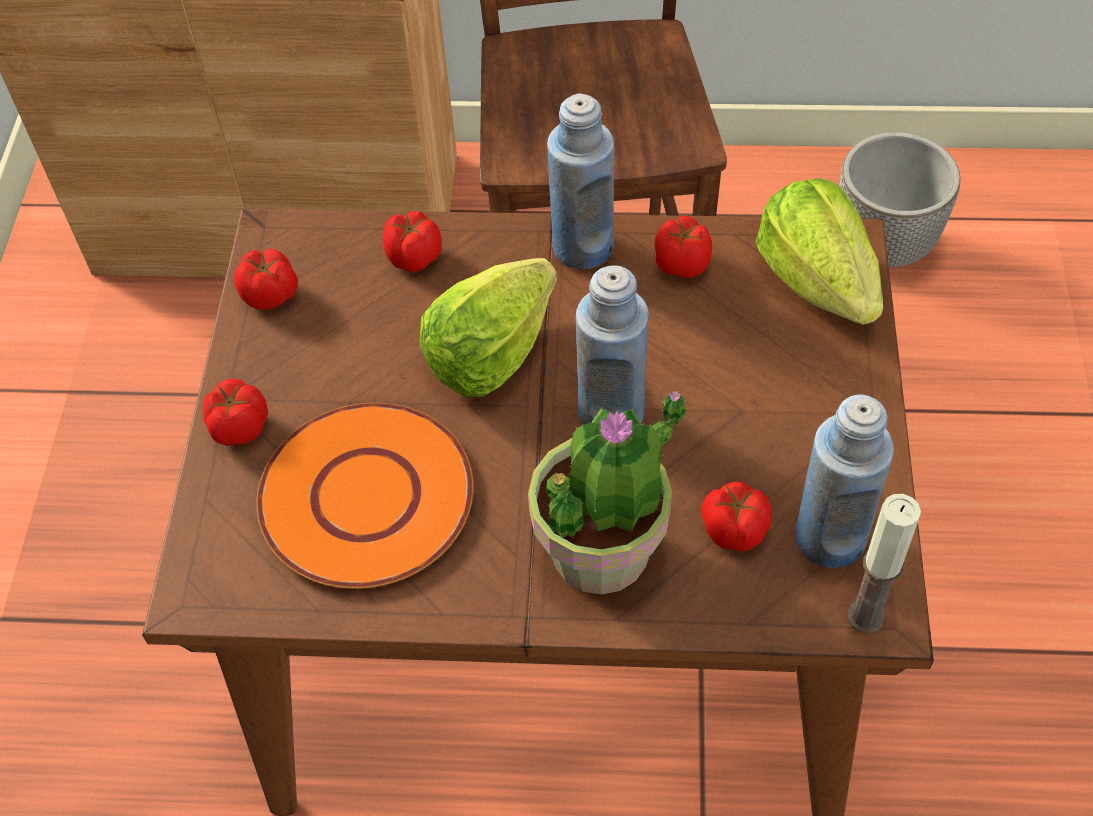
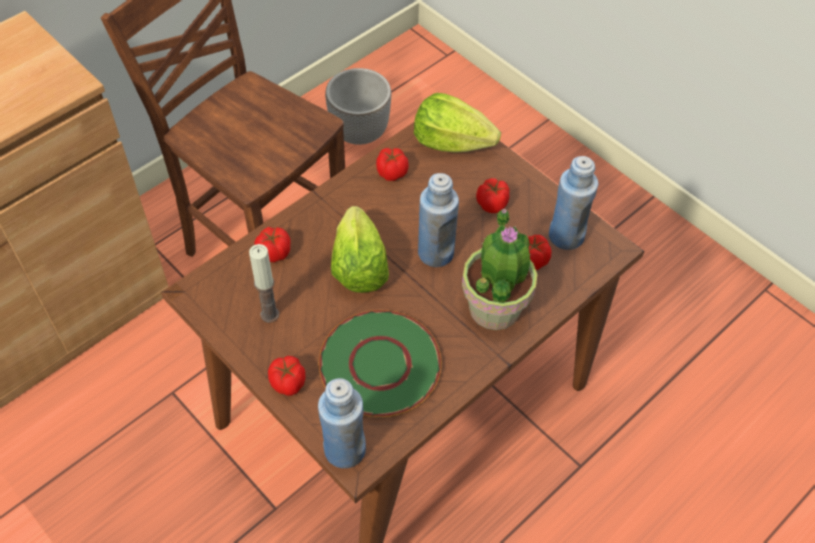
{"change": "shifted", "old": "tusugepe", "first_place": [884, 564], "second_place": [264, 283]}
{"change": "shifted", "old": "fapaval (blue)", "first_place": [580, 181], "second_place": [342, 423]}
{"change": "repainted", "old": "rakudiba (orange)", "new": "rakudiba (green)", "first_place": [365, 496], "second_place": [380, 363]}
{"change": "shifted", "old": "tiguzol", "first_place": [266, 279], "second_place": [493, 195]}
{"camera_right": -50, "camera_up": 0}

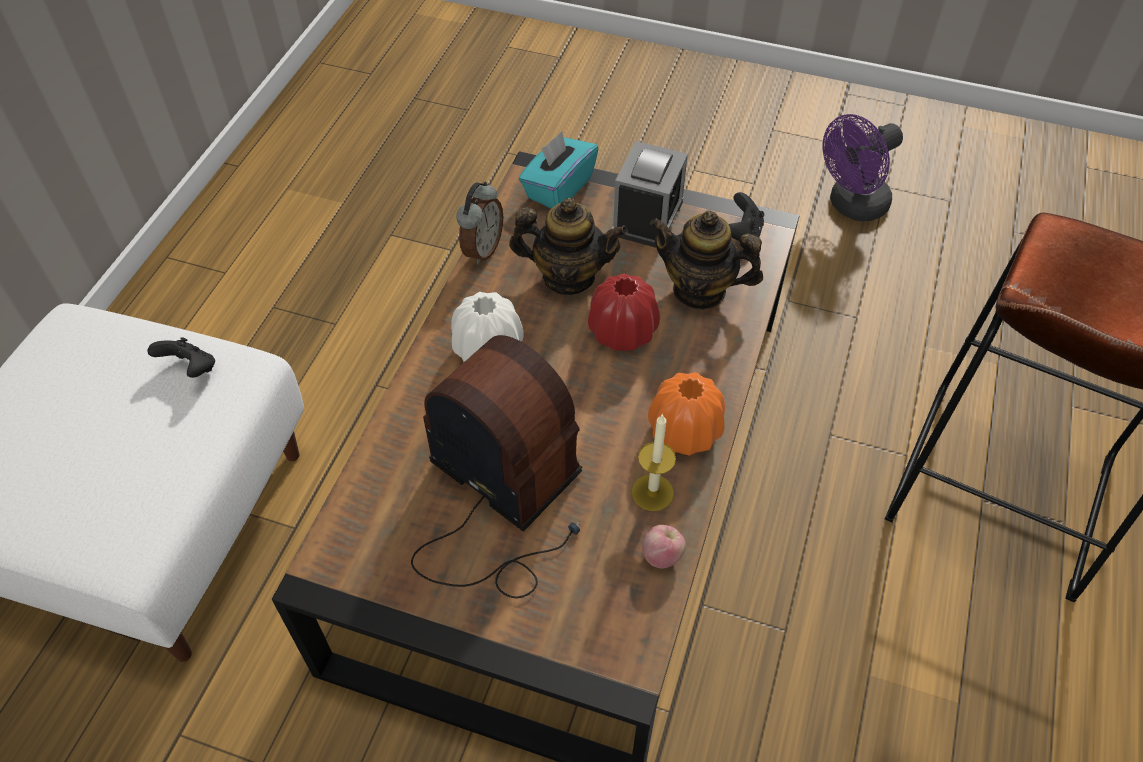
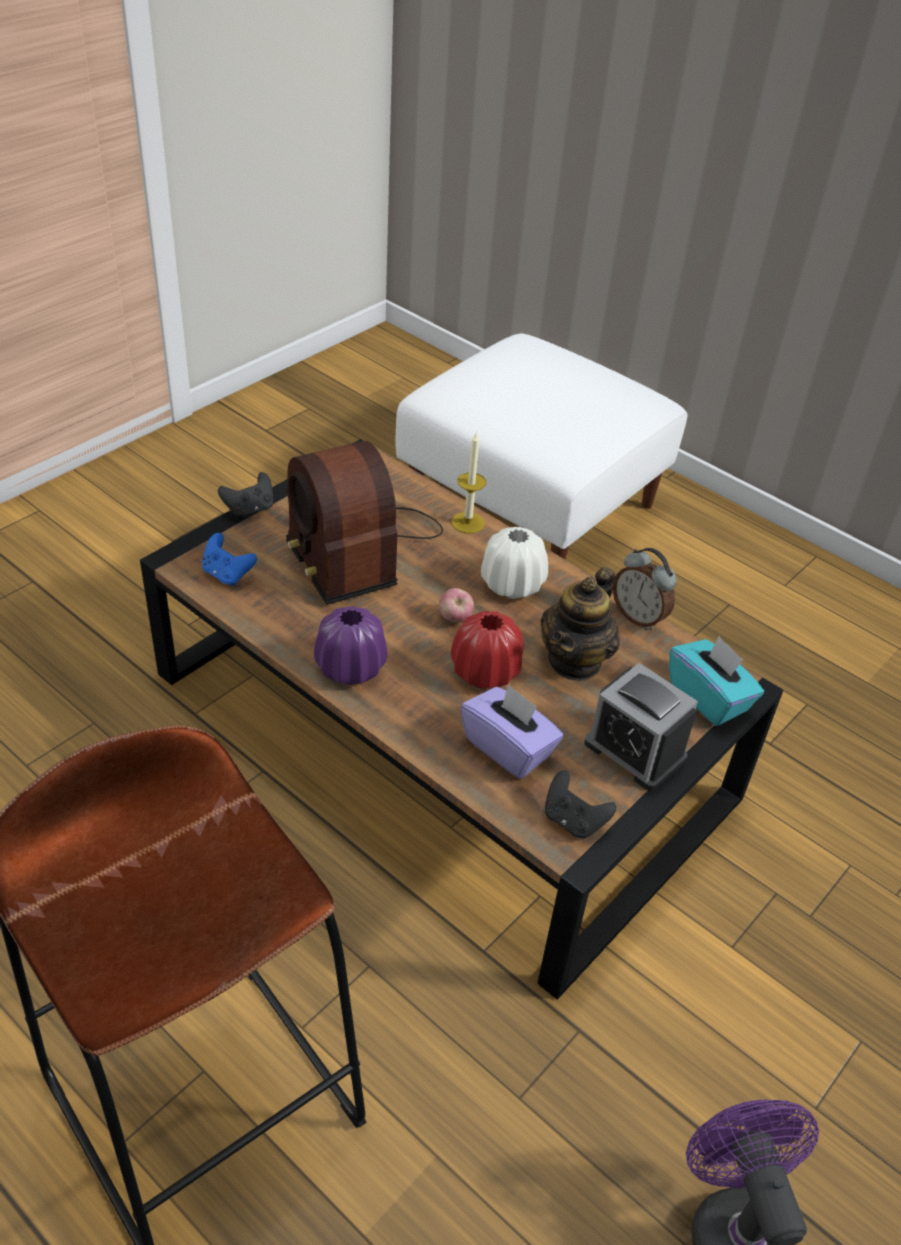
{"change": "new", "new": "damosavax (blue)", "second_place": [229, 559]}
{"change": "shifted", "old": "damosavax (black)", "first_place": [181, 357], "second_place": [245, 495]}
{"change": "rotated", "old": "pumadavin", "first_place": [496, 466], "second_place": [364, 523], "degrees": 90}
{"change": "repainted", "old": "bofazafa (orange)", "new": "bofazafa (purple)", "first_place": [686, 414], "second_place": [350, 645]}
{"change": "shifted", "old": "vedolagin", "first_place": [664, 546], "second_place": [456, 605]}
{"change": "shifted", "old": "tusugepe", "first_place": [654, 462], "second_place": [468, 483]}
{"change": "swapped", "old": "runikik", "new": "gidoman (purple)", "first_place": [706, 260], "second_place": [512, 731]}
{"camera_right": 110, "camera_up": -10}

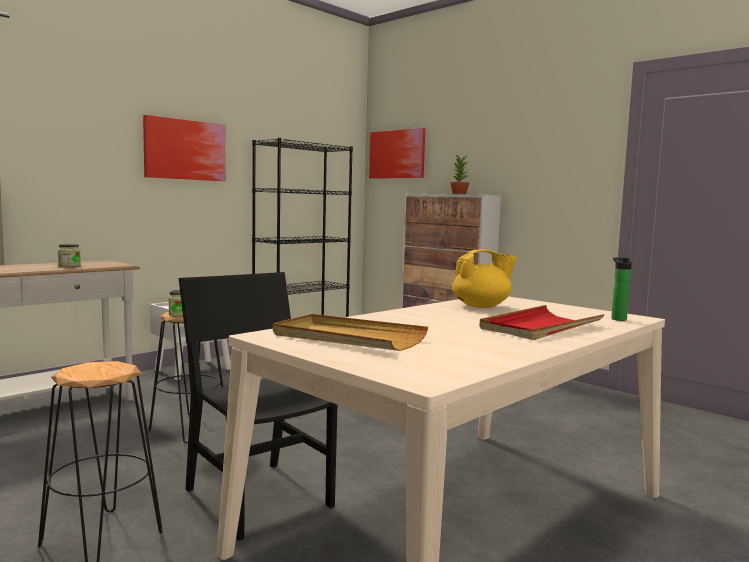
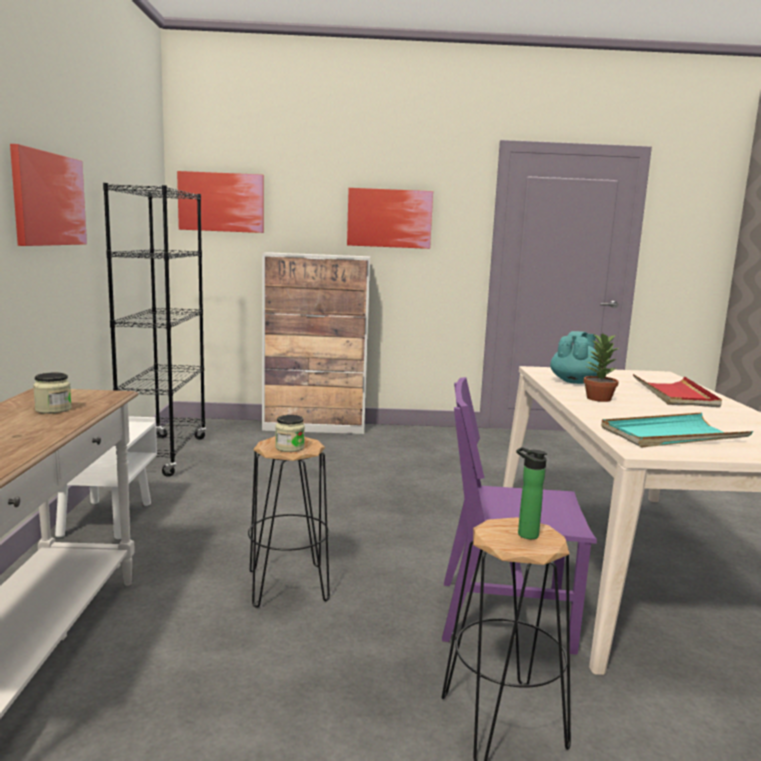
{"change": "new", "new": "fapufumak", "second_place": [390, 218]}
{"change": "repainted", "old": "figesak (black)", "new": "figesak (purple)", "first_place": [258, 406], "second_place": [519, 516]}
{"change": "shifted", "old": "fapaval", "first_place": [621, 289], "second_place": [531, 493]}
{"change": "repainted", "old": "runikik (yellow)", "new": "runikik (turquoise)", "first_place": [484, 278], "second_place": [574, 357]}
{"change": "shifted", "old": "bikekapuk", "first_place": [459, 174], "second_place": [601, 367]}
{"change": "repainted", "old": "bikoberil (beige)", "new": "bikoberil (turquoise)", "first_place": [350, 332], "second_place": [677, 430]}
{"camera_right": -45, "camera_up": 5}

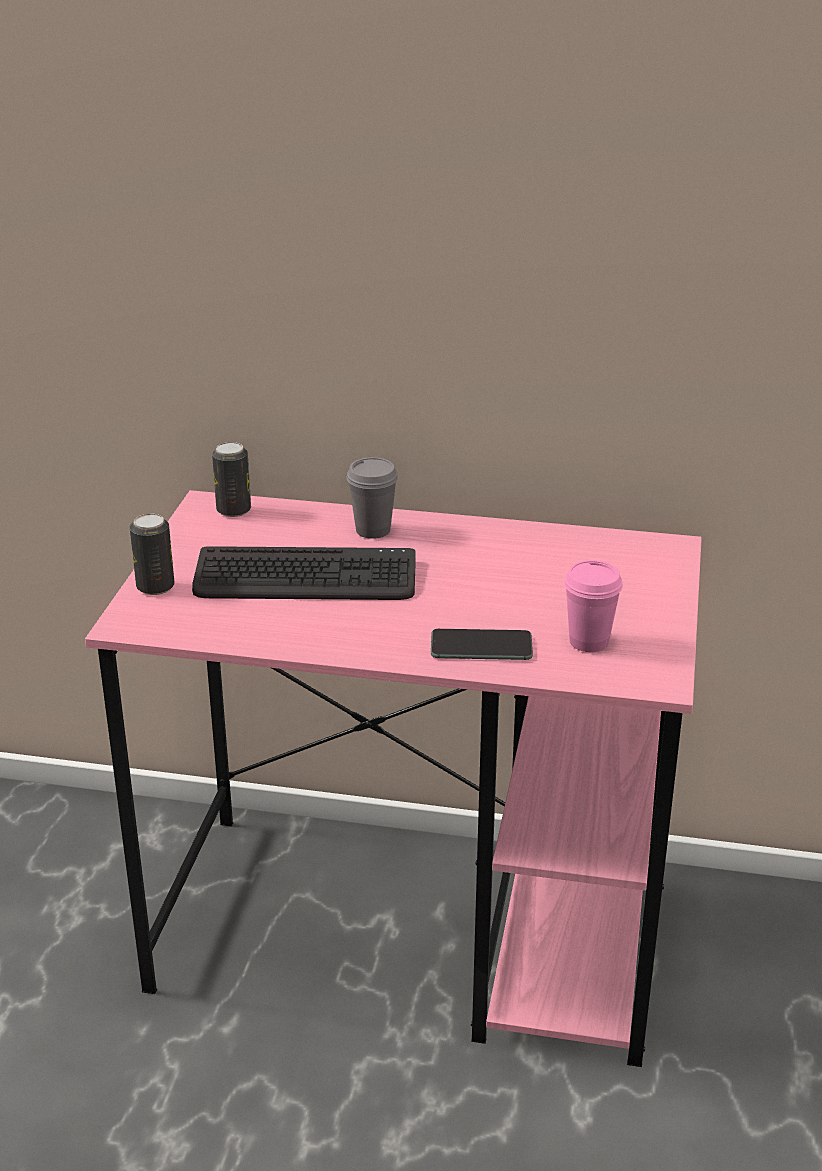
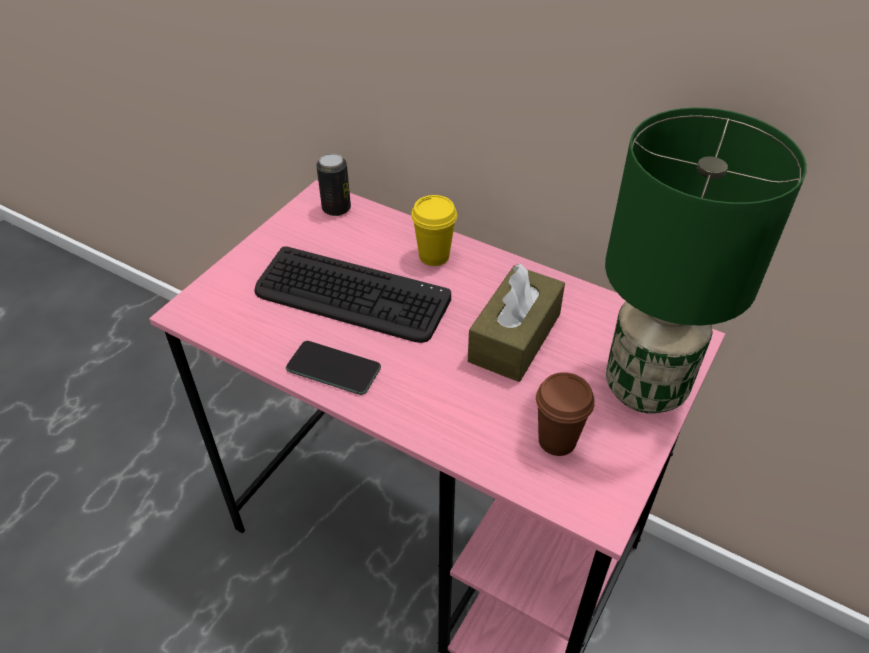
{"change": "shifted", "old": "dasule", "first_place": [482, 644], "second_place": [333, 368]}
{"change": "repainted", "old": "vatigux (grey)", "new": "vatigux (yellow)", "first_place": [372, 498], "second_place": [434, 230]}
{"change": "new", "new": "gidoman (brown)", "second_place": [516, 323]}
{"change": "repainted", "old": "vatigux (pink)", "new": "vatigux (brown)", "first_place": [593, 606], "second_place": [565, 414]}
{"change": "new", "new": "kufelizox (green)", "second_place": [706, 261]}
{"change": "gone", "old": "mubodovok", "first_place": [152, 554]}
{"camera_right": 20, "camera_up": 15}

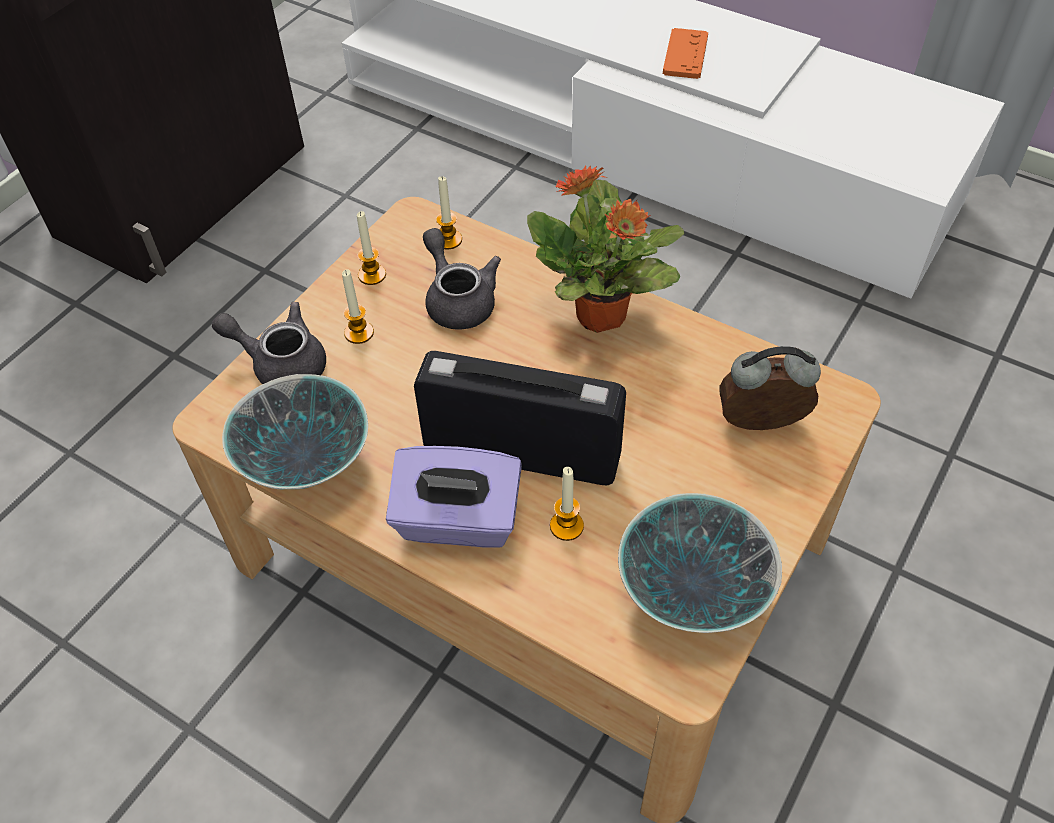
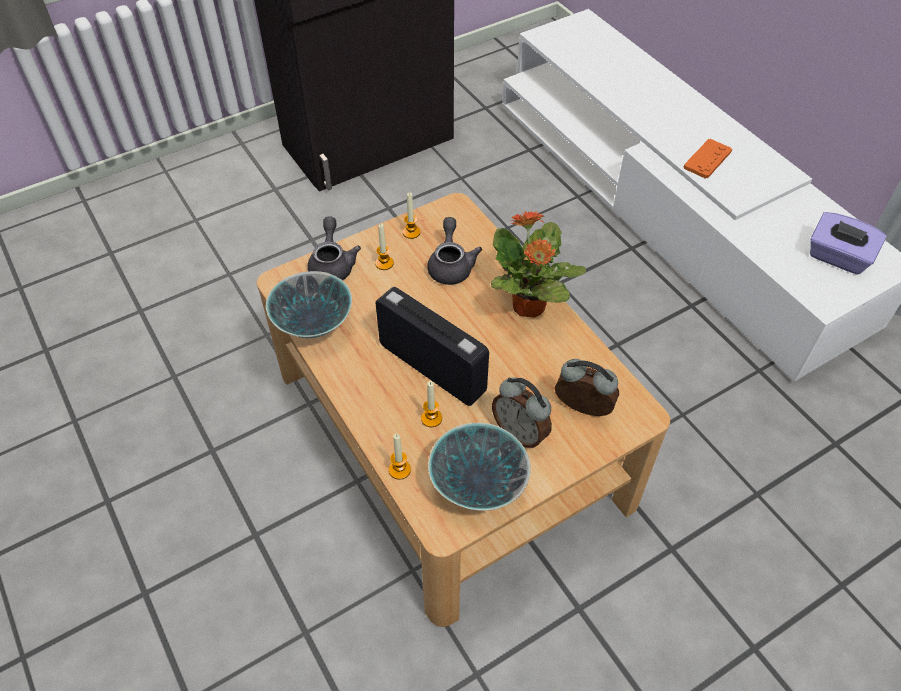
{"change": "rotated", "old": "runikik (grey)", "first_place": [269, 343], "second_place": [334, 248], "degrees": 45}
{"change": "shifted", "old": "tusugepe", "first_place": [449, 212], "second_place": [400, 457]}
{"change": "new", "new": "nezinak", "second_place": [522, 412]}
{"change": "shifted", "old": "gidoman (purple)", "first_place": [454, 497], "second_place": [848, 243]}
{"camera_right": 25, "camera_up": 0}

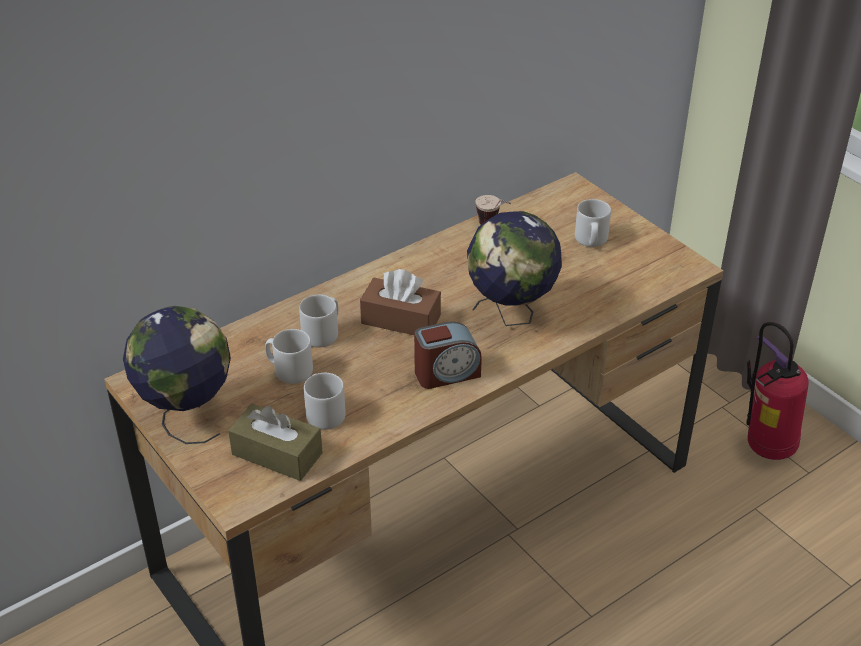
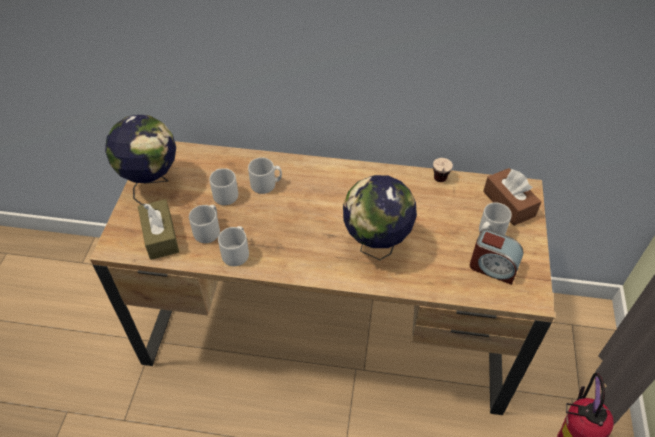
{"change": "new", "new": "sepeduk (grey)", "second_place": [233, 246]}
{"change": "shifted", "old": "nezinak", "first_place": [448, 355], "second_place": [497, 257]}
{"change": "shifted", "old": "gidoman (brown)", "first_place": [400, 302], "second_place": [512, 197]}
{"camera_right": 45, "camera_up": 10}

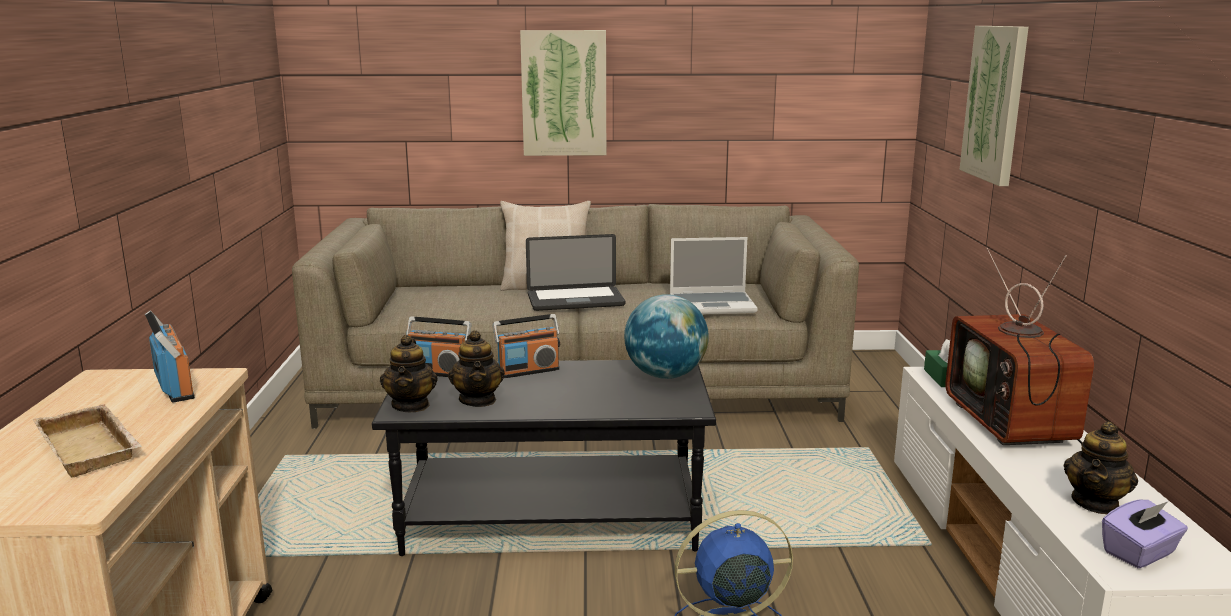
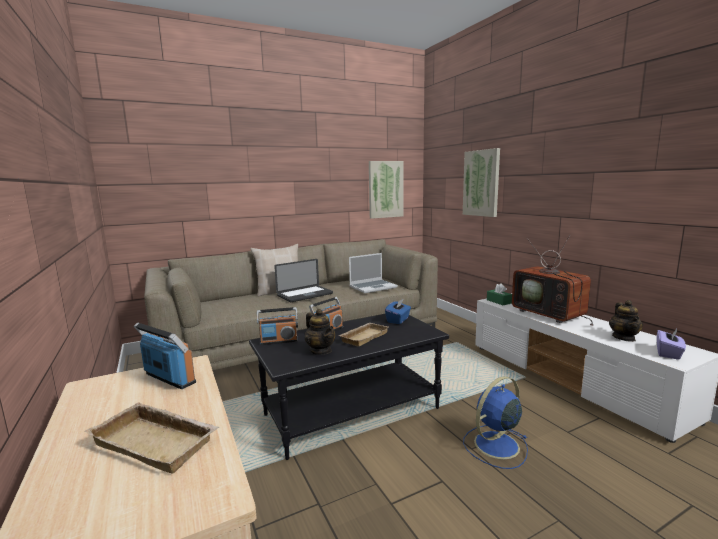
{"change": "new", "new": "bikoberil (beige)", "second_place": [363, 335]}
{"change": "shifted", "old": "fapufumak", "first_place": [563, 93], "second_place": [386, 190]}
{"change": "swapped", "old": "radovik", "new": "gidoman (blue)", "first_place": [666, 336], "second_place": [398, 311]}
{"change": "gone", "old": "runikik", "first_place": [409, 373]}
{"camera_right": -25, "camera_up": -5}

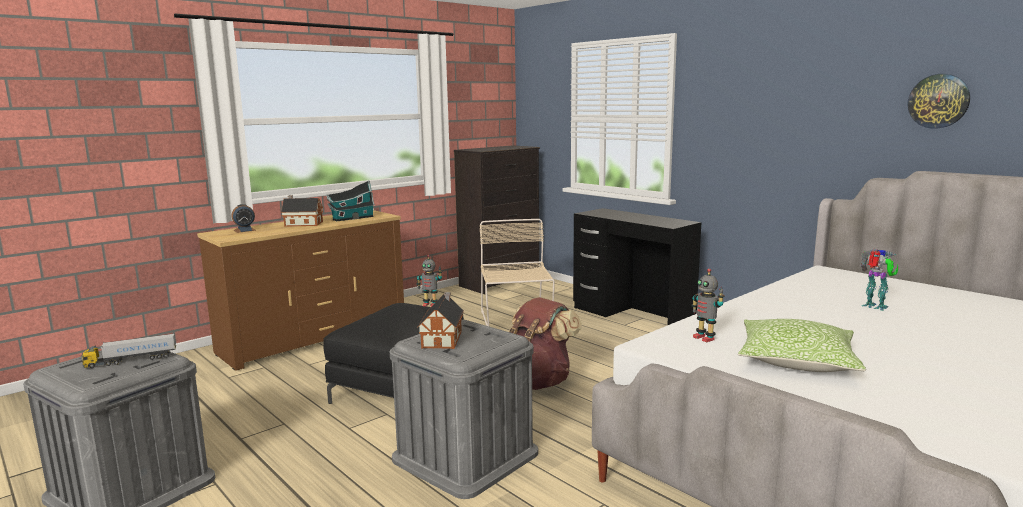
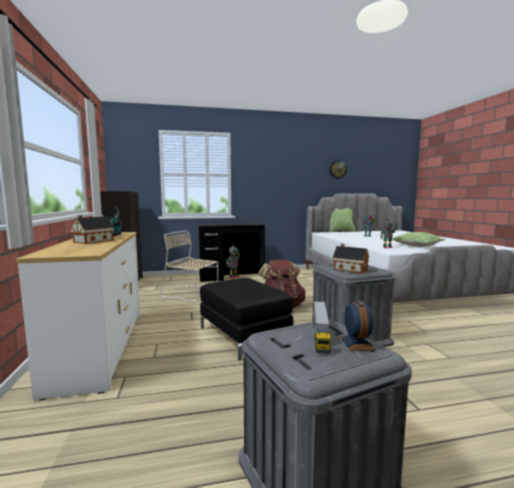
{"change": "repainted", "old": "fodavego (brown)", "new": "fodavego (white)", "first_place": [300, 290], "second_place": [78, 316]}
{"change": "new", "new": "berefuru", "second_place": [342, 220]}
{"change": "shifted", "old": "nezinak", "first_place": [244, 218], "second_place": [358, 325]}
{"camera_right": -60, "camera_up": -5}

